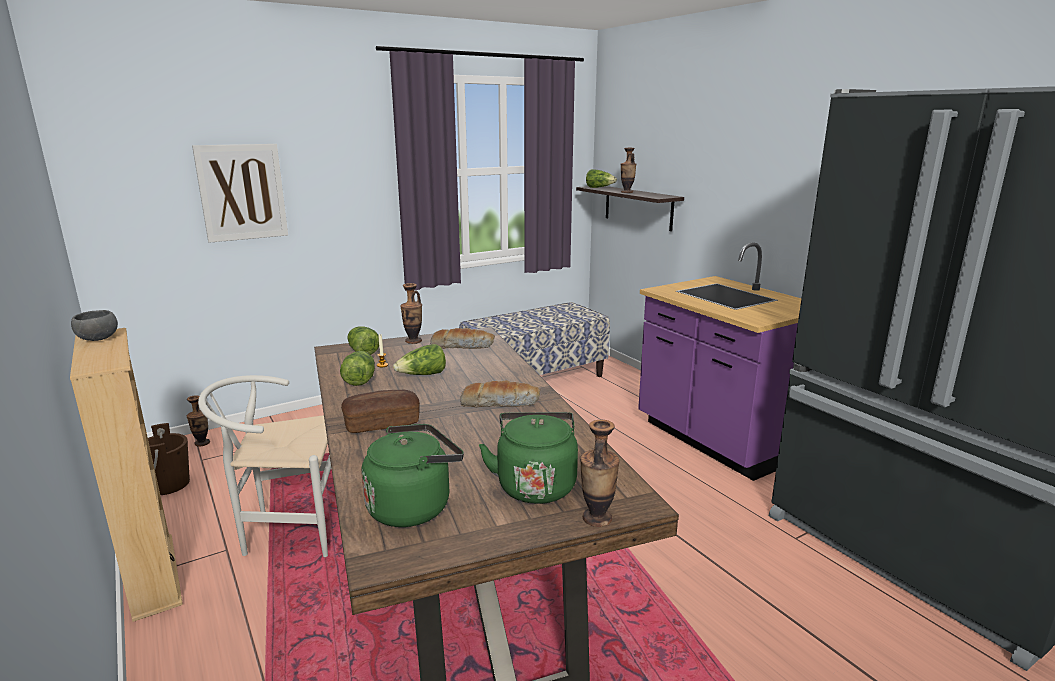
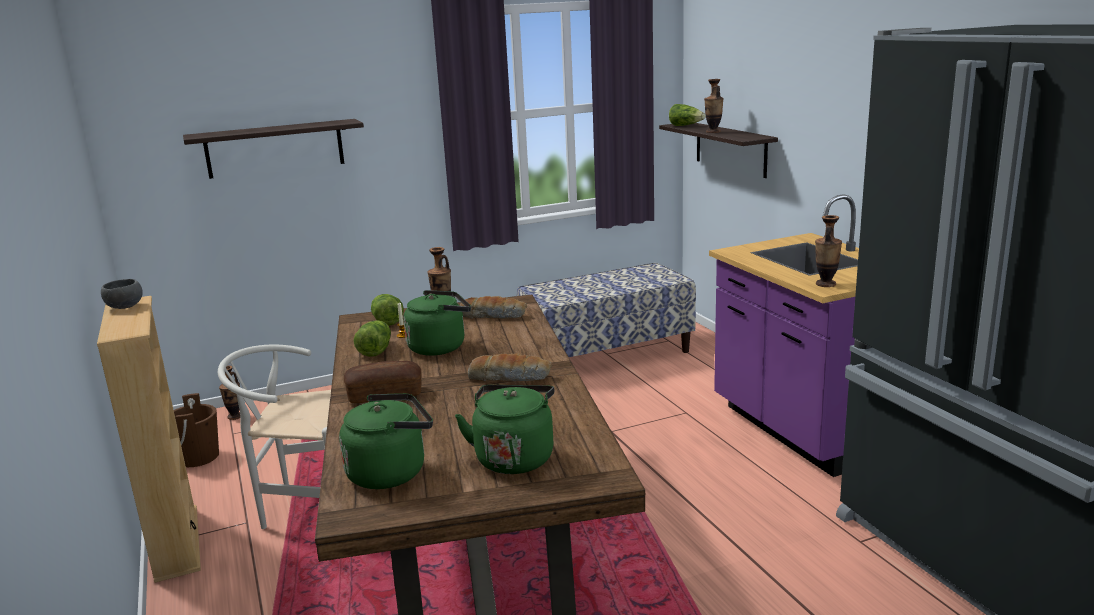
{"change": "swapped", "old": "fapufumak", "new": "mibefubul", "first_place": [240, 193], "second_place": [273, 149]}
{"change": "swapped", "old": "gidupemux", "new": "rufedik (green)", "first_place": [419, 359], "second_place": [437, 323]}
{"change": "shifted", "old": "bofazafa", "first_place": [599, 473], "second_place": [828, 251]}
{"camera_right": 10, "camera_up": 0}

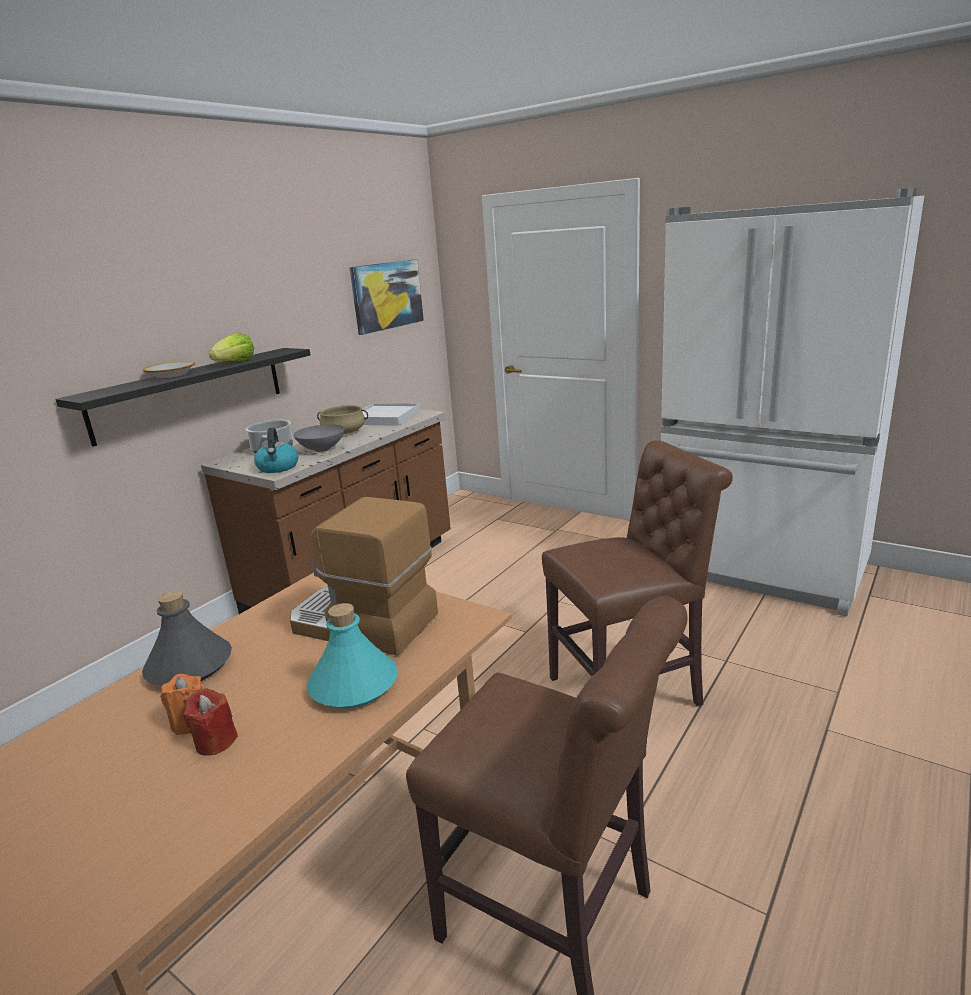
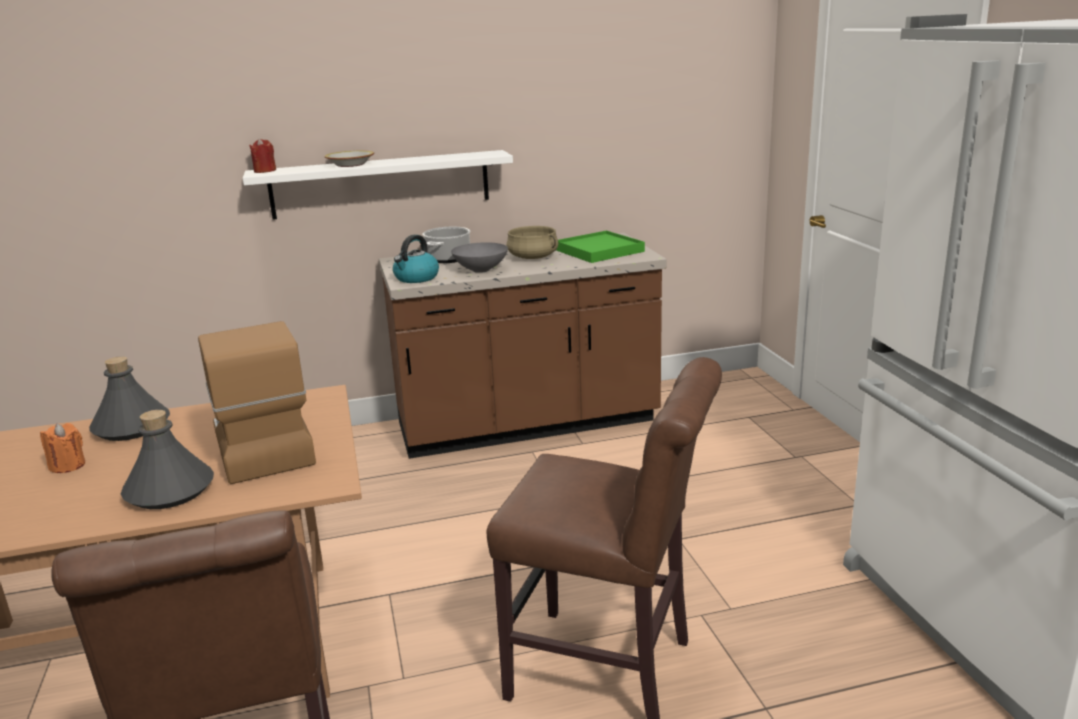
{"change": "repainted", "old": "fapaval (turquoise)", "new": "fapaval (grey)", "first_place": [352, 656], "second_place": [167, 459]}
{"change": "repainted", "old": "mibefubul (black)", "new": "mibefubul (white)", "first_place": [183, 397], "second_place": [378, 185]}
{"change": "shifted", "old": "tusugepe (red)", "first_place": [210, 721], "second_place": [262, 155]}
{"change": "repainted", "old": "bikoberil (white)", "new": "bikoberil (green)", "first_place": [391, 414], "second_place": [600, 247]}
{"change": "gone", "old": "gidupemux", "first_place": [231, 346]}
{"change": "gone", "old": "fapufumak", "first_place": [386, 297]}
{"camera_right": 40, "camera_up": 0}

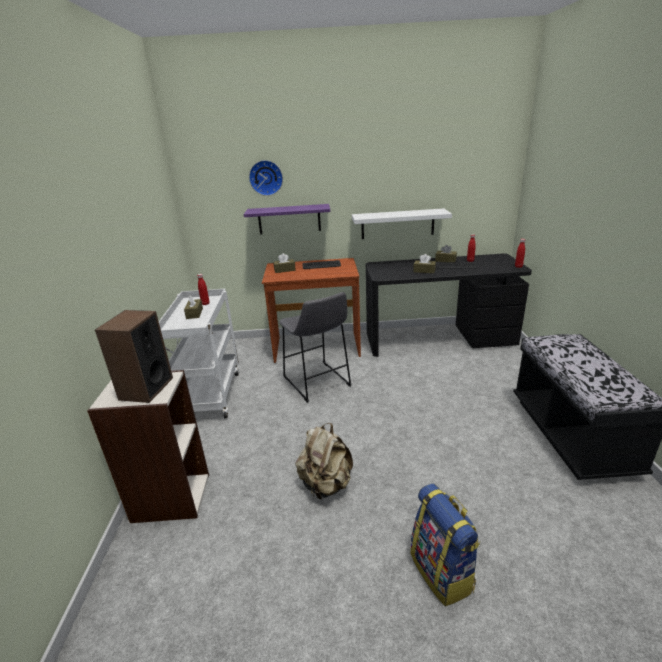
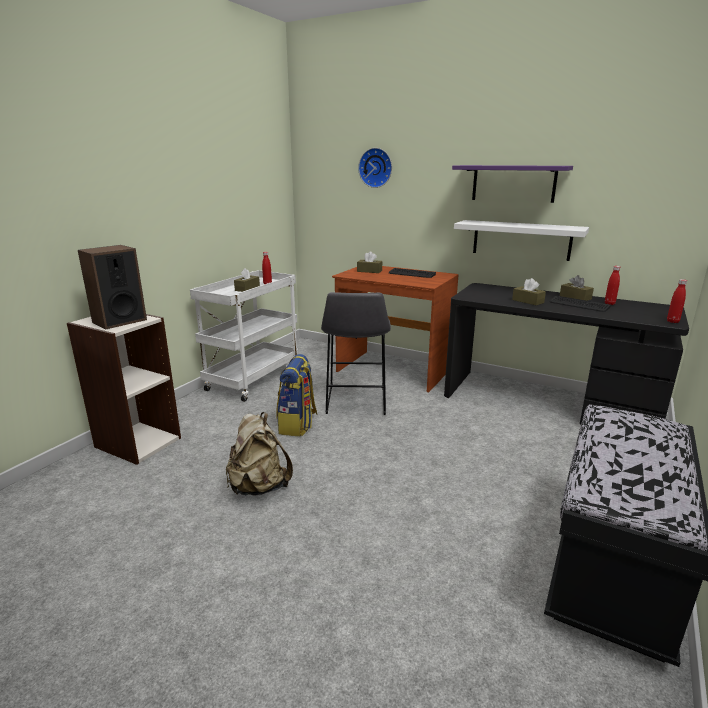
{"change": "shifted", "old": "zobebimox", "first_place": [445, 545], "second_place": [296, 395]}
{"change": "shifted", "old": "mibefubul (purple)", "first_place": [287, 219], "second_place": [512, 184]}
{"camera_right": 30, "camera_up": -5}

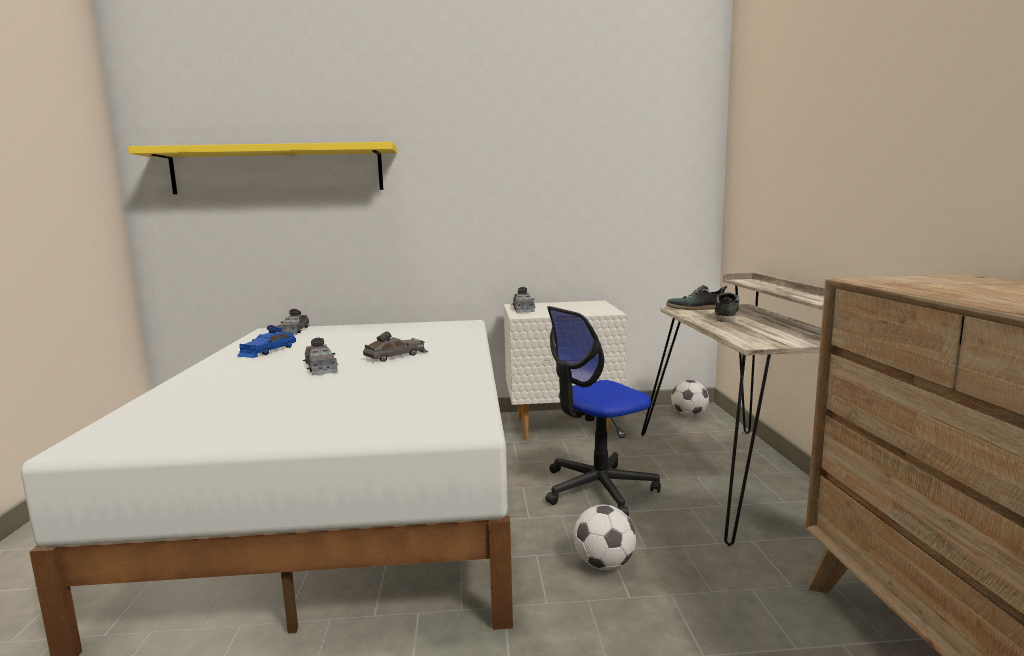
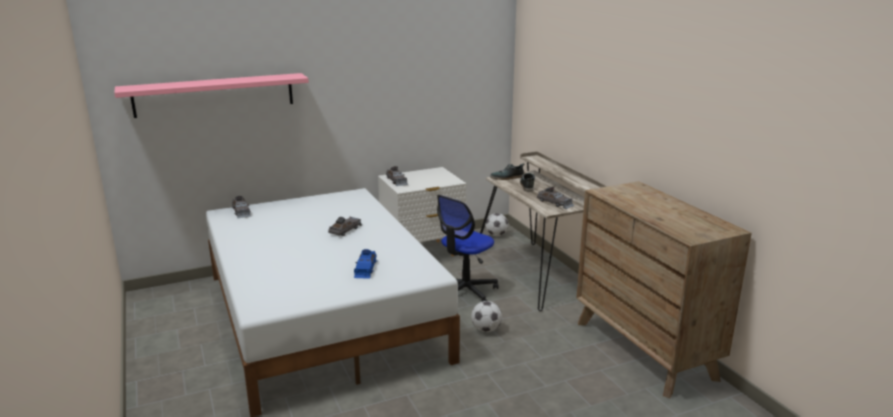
{"change": "repainted", "old": "mibefubul (yellow)", "new": "mibefubul (pink)", "first_place": [262, 168], "second_place": [211, 95]}
{"change": "shifted", "old": "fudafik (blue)", "first_place": [266, 341], "second_place": [365, 264]}
{"change": "shifted", "old": "fudafik (grey)", "first_place": [321, 356], "second_place": [555, 198]}
{"camera_right": -20, "camera_up": 10}

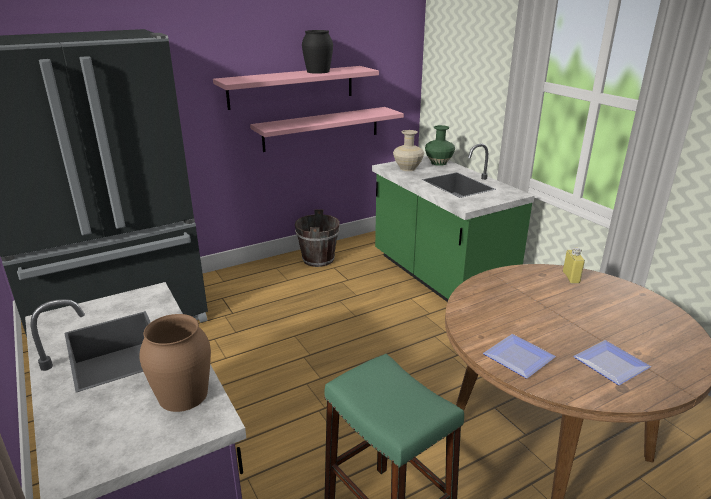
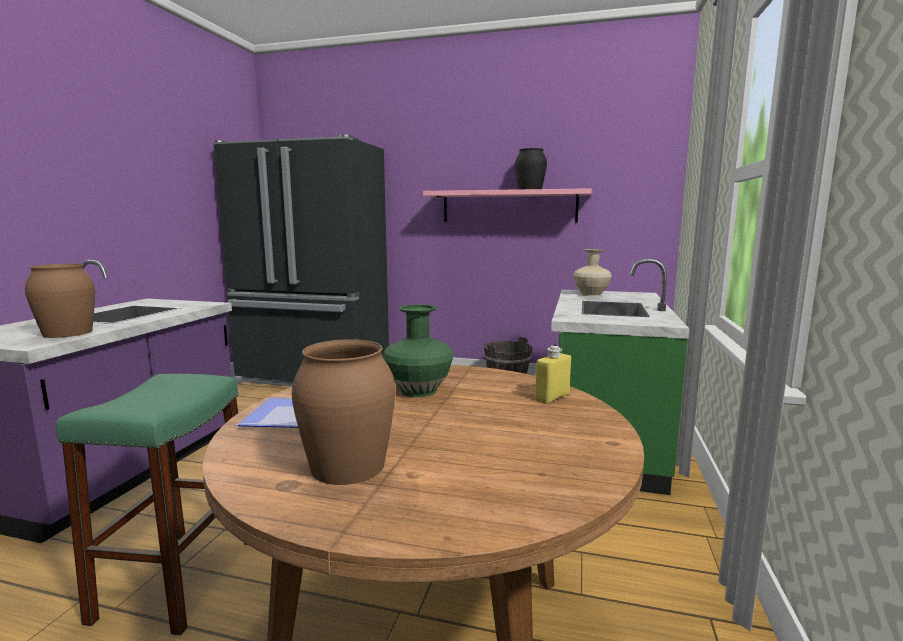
{"change": "swapped", "old": "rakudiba", "new": "bofazafa (brown)", "first_place": [612, 362], "second_place": [343, 412]}
{"change": "shifted", "old": "bofazafa (green)", "first_place": [440, 145], "second_place": [417, 350]}
{"change": "gone", "old": "mibefubul (pink)", "first_place": [327, 129]}
{"camera_right": 45, "camera_up": -15}

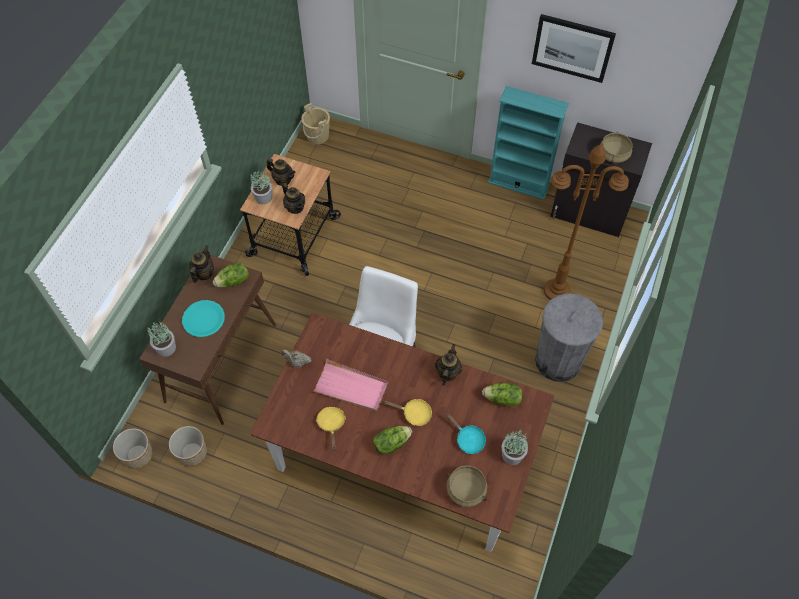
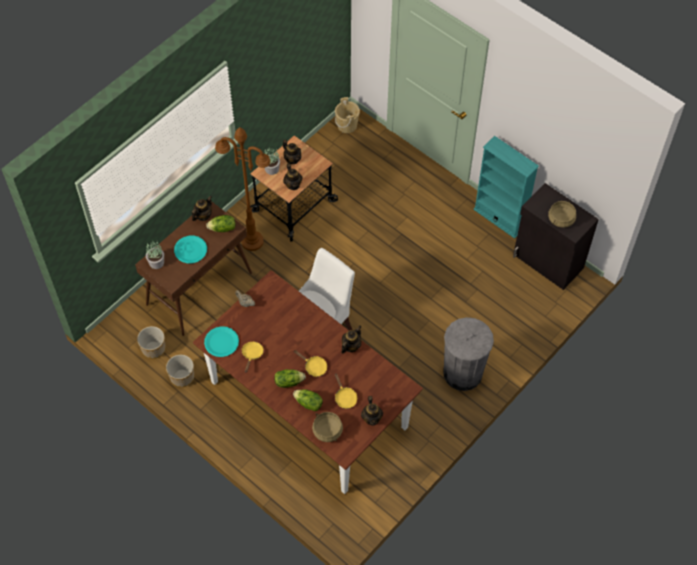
{"change": "shifted", "old": "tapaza", "first_place": [133, 448], "second_place": [180, 371]}
{"change": "new", "new": "rakudiba (turquoise)", "second_place": [221, 341]}
{"change": "shifted", "old": "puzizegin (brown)", "first_place": [586, 222], "second_place": [243, 189]}
{"change": "shifted", "old": "gidupemux", "first_place": [502, 394], "second_place": [308, 400]}
{"change": "repainted", "old": "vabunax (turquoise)", "new": "vabunax (yellow)", "first_place": [466, 433], "second_place": [346, 391]}
{"change": "swapped", "old": "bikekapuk", "new": "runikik", "first_place": [515, 447], "second_place": [372, 411]}
{"change": "gone", "old": "bikoberil (pink)", "first_place": [350, 385]}
{"change": "gone", "old": "fapufumak", "first_place": [574, 48]}
{"camera_right": 20, "camera_up": 0}

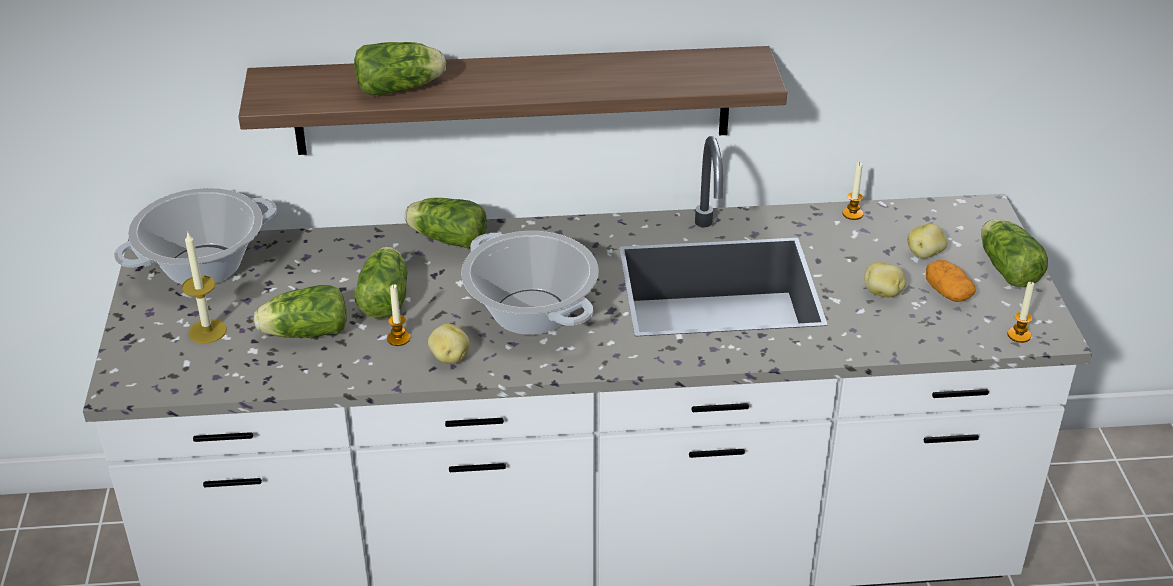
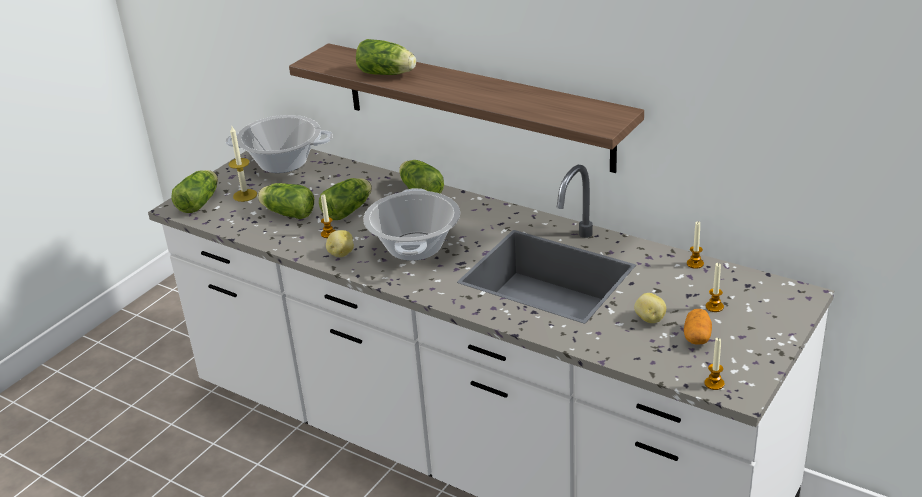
{"change": "shifted", "old": "gidupemux", "first_place": [1014, 253], "second_place": [194, 191]}
{"change": "swapped", "old": "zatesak", "new": "tusugepe", "first_place": [927, 241], "second_place": [715, 287]}
{"camera_right": 40, "camera_up": -5}

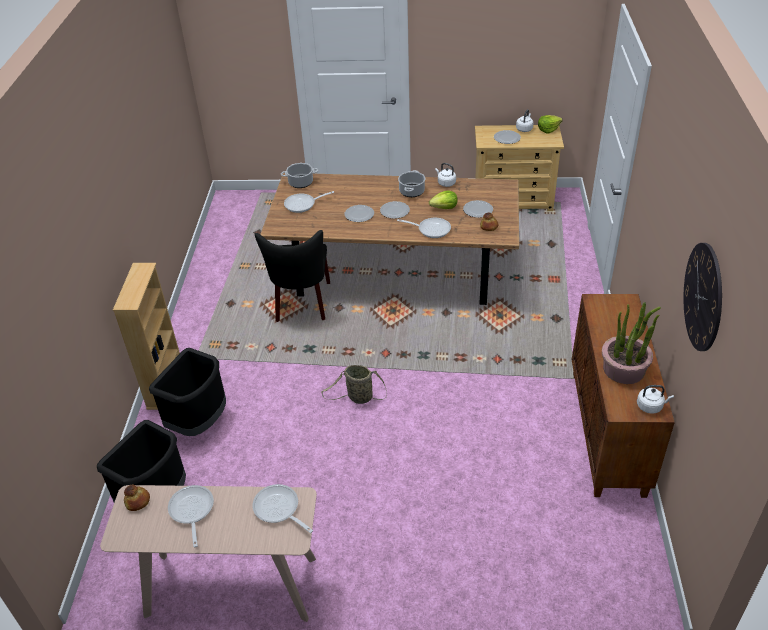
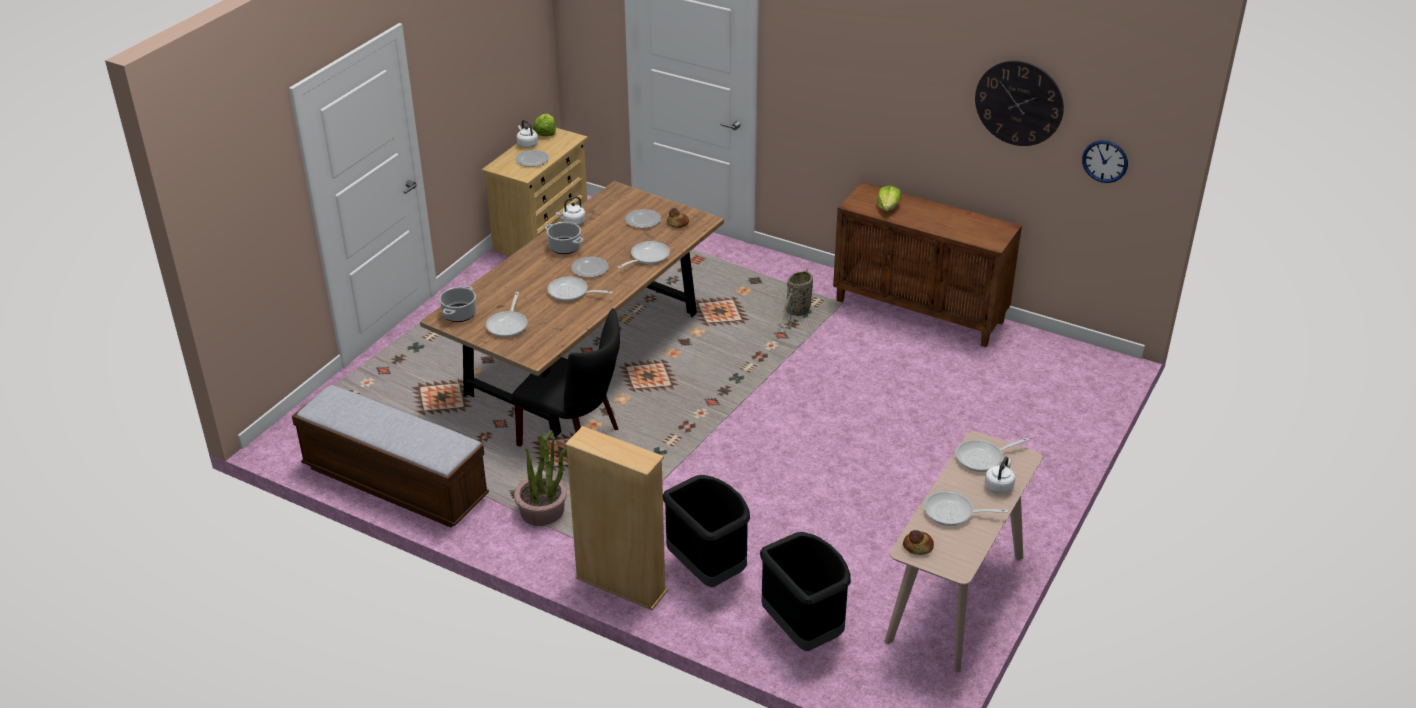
{"change": "new", "new": "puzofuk", "second_place": [390, 456]}
{"change": "shifted", "old": "bikekapuk", "first_place": [631, 343], "second_place": [540, 478]}
{"change": "swapped", "old": "rakudiba", "new": "vabunax", "first_place": [359, 213], "second_place": [580, 289]}
{"change": "shifted", "old": "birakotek", "first_place": [354, 384], "second_place": [796, 299]}
{"change": "shifted", "old": "gidupemux", "first_place": [443, 200], "second_place": [889, 198]}
{"change": "shifted", "old": "rufedik (white)", "first_place": [655, 399], "second_place": [1000, 475]}
{"change": "new", "new": "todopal", "second_place": [1105, 161]}
{"camera_right": -65, "camera_up": -5}

